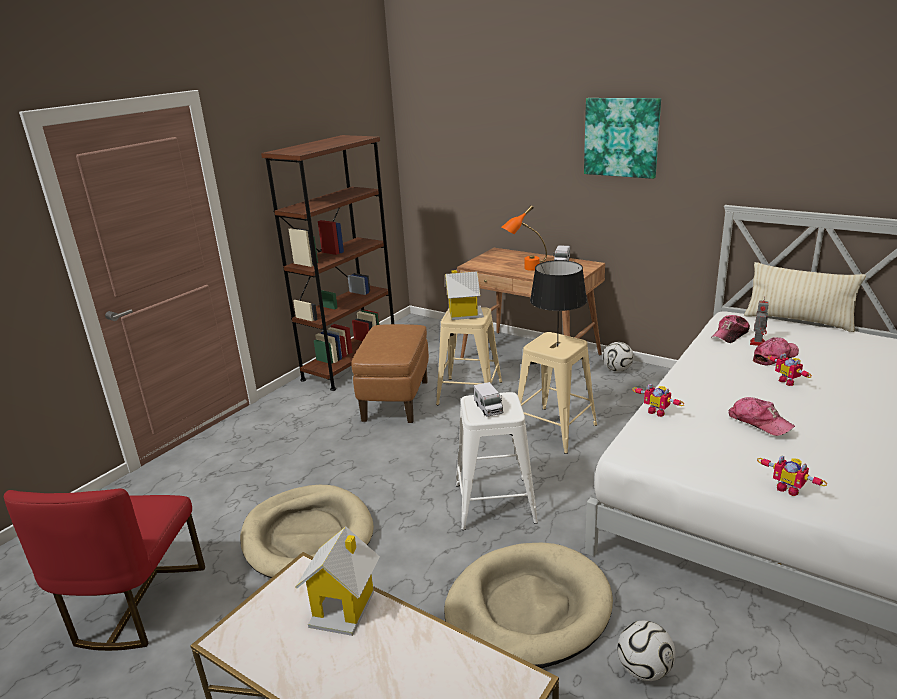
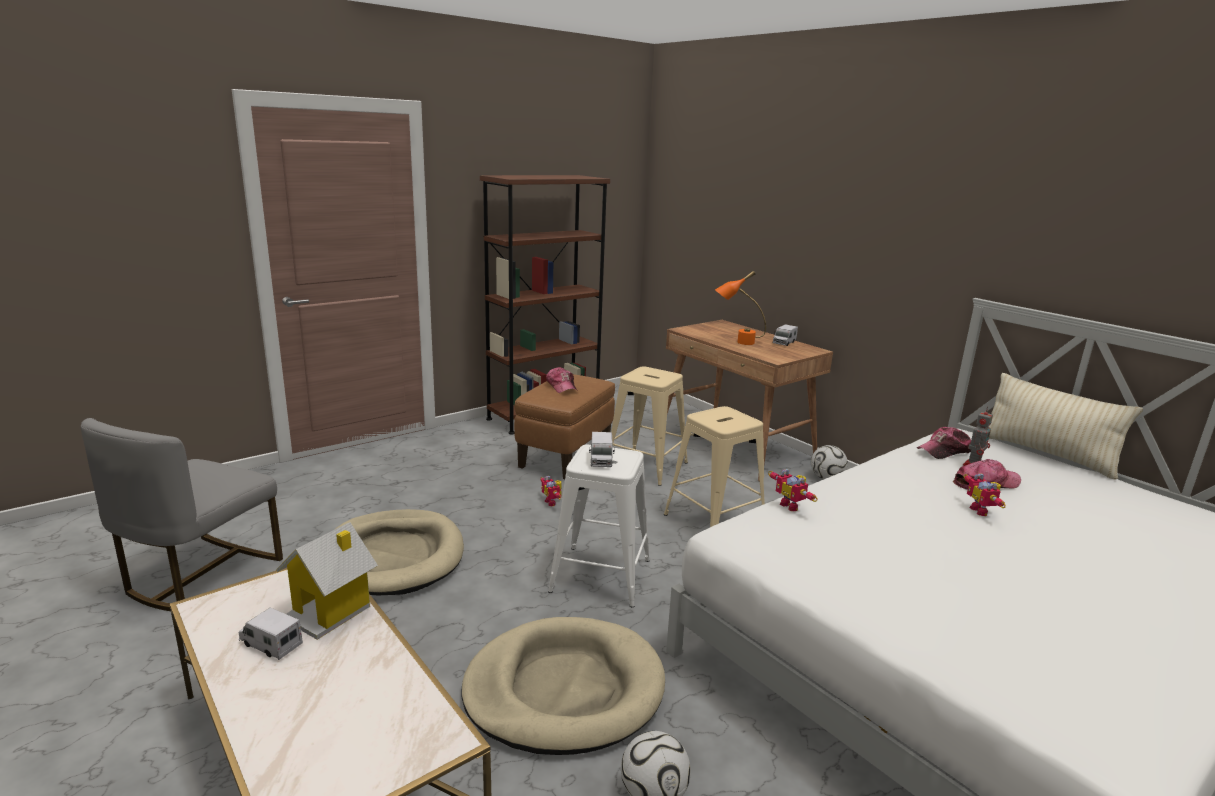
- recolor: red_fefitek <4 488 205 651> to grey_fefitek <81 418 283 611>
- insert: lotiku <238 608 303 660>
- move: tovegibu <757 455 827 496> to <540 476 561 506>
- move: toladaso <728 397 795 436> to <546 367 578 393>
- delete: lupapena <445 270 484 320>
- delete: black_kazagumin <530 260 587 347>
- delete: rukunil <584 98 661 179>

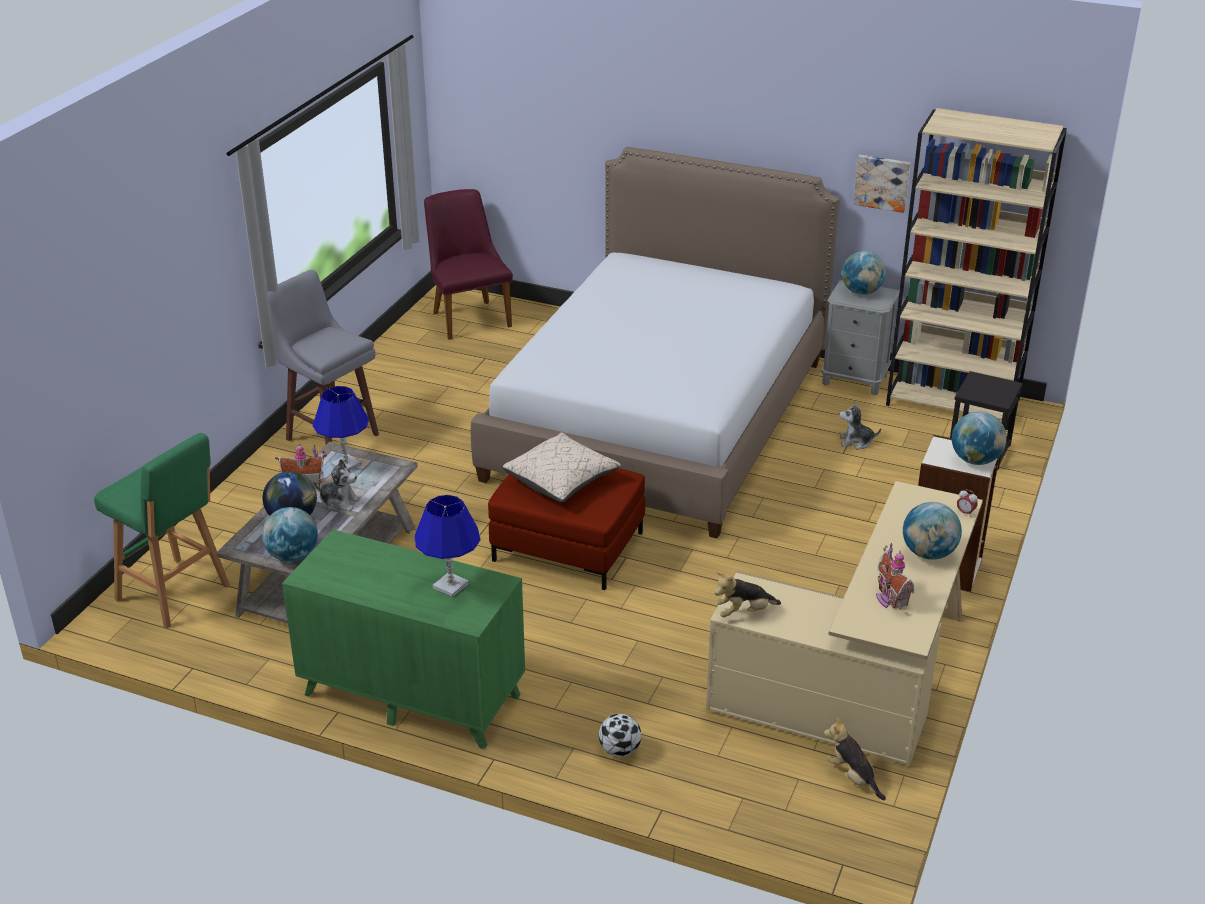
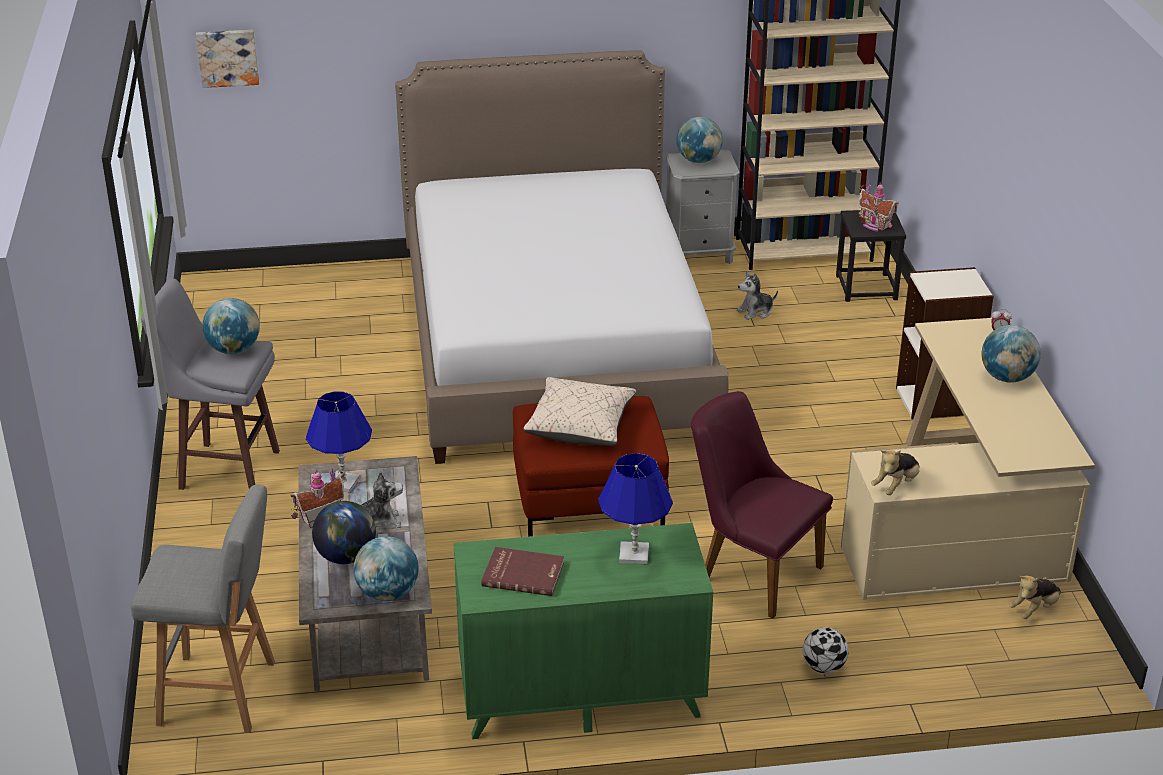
- recolor: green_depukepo <94 433 230 629> to grey_depukepo <131 485 275 732>
- move: rukunil <853 155 911 213> to <196 30 259 88>
- move: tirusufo <952 411 1007 465> to <202 298 260 354>
- insert: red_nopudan <481 547 564 596>
- move: purple_fefitek <424 189 513 340> to <691 391 833 618>
- move: lupapena <876 543 914 609> to <858 180 899 232>
- rotate: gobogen <824 717 886 800> = <1009 576 1061 619> 60 degrees counterclockwise

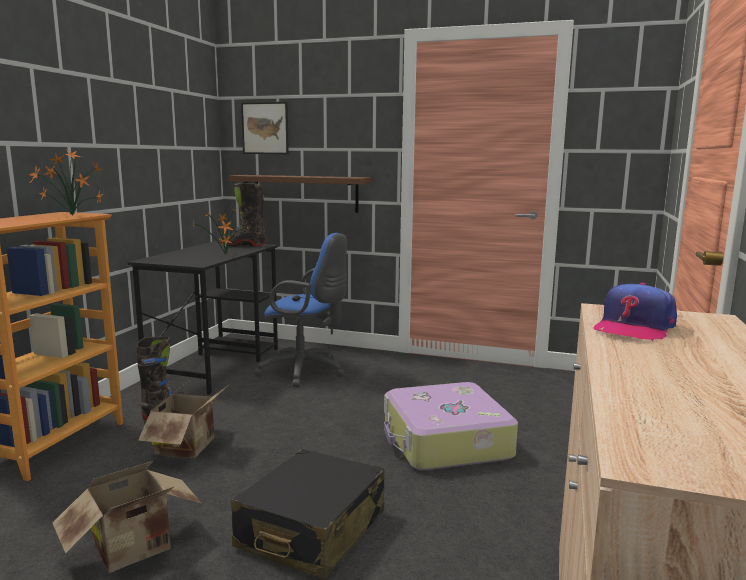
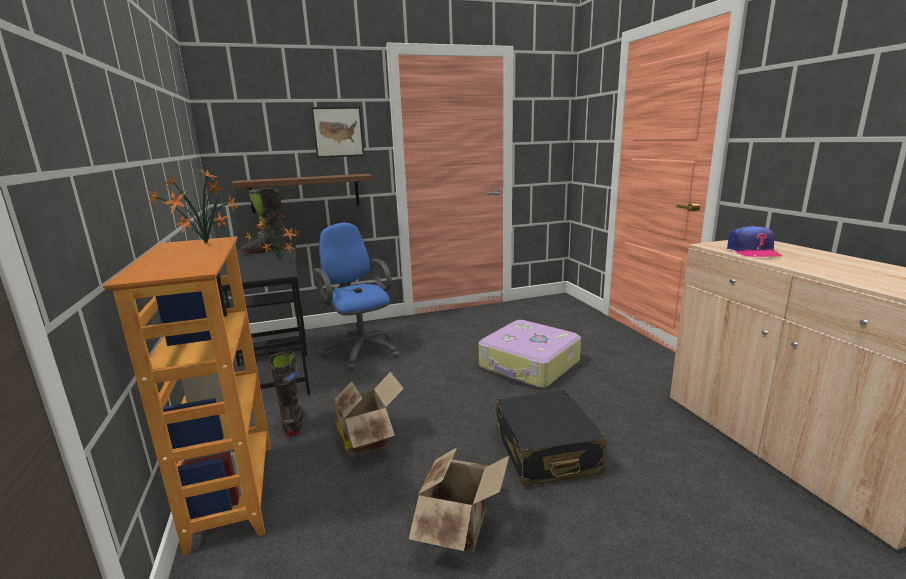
- move: rukunil <241 102 289 154> to <311 107 364 158>
- rotate: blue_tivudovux <254 233 347 387> = <314 222 400 371> 105 degrees counterclockwise

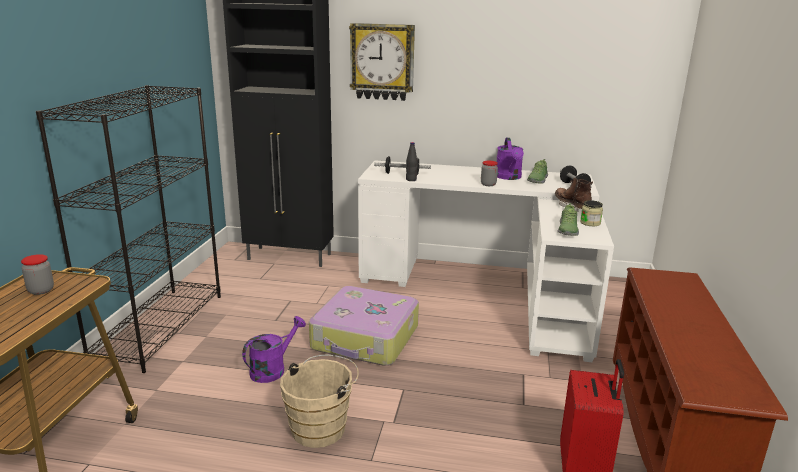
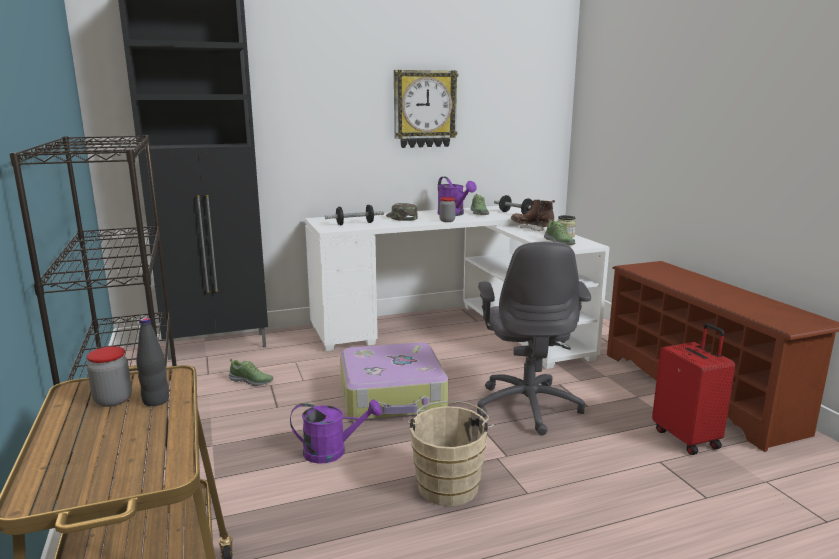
- move: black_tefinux <406 142 417 181> to <136 318 169 406>
- insert: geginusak <229 359 273 386>
- rotate: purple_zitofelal <242 316 306 383> = <290 399 382 464> 75 degrees clockwise
- insert: green_toladaso <386 203 418 221>
- move: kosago <349 23 415 101> to <394 70 458 148>
- insert: grey_tivudovux <477 242 591 436>

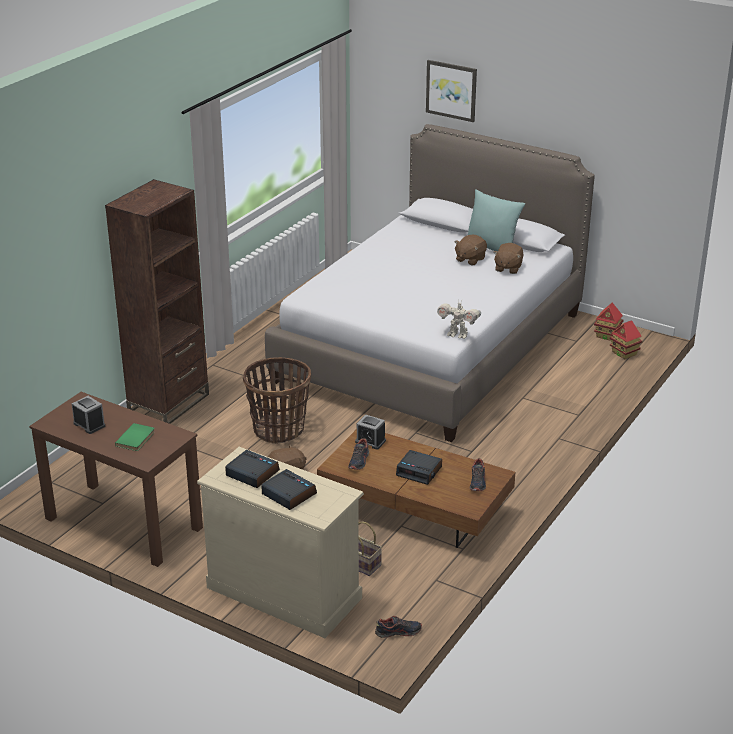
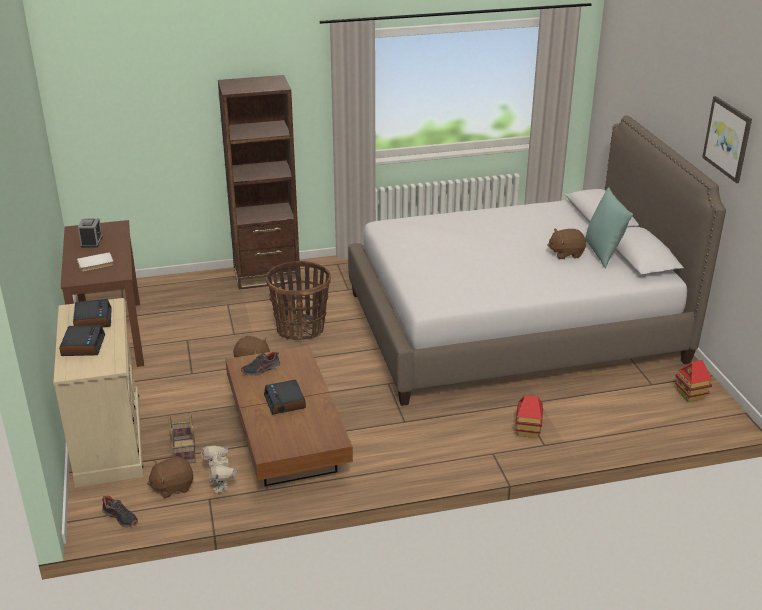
- recolor: green_nopudan <115 423 155 451> to white_nopudan <77 252 114 271>
- move: brown_gobogen <493 243 524 274> to <147 456 193 498>
- move: tovegibu <437 301 481 339> to <201 446 237 493>
- move: lupapena <609 320 642 359> to <515 395 543 438>
- move: rukunil <426 60 477 122> to <702 96 752 183>
- delete: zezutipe <355 415 386 450>
- delete: geginusak <470 458 486 491>

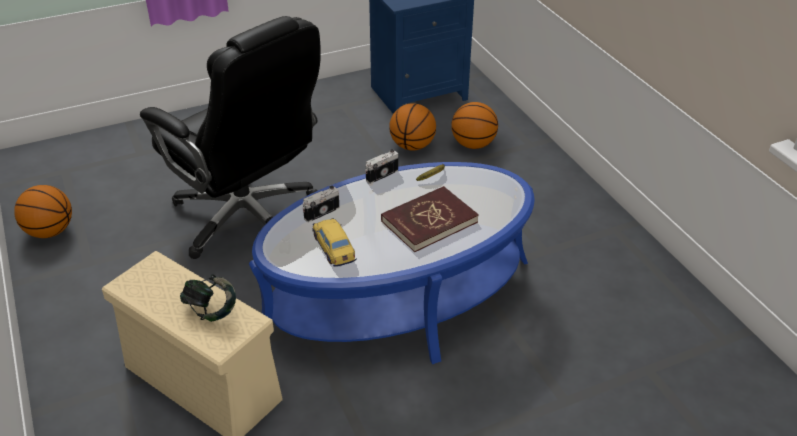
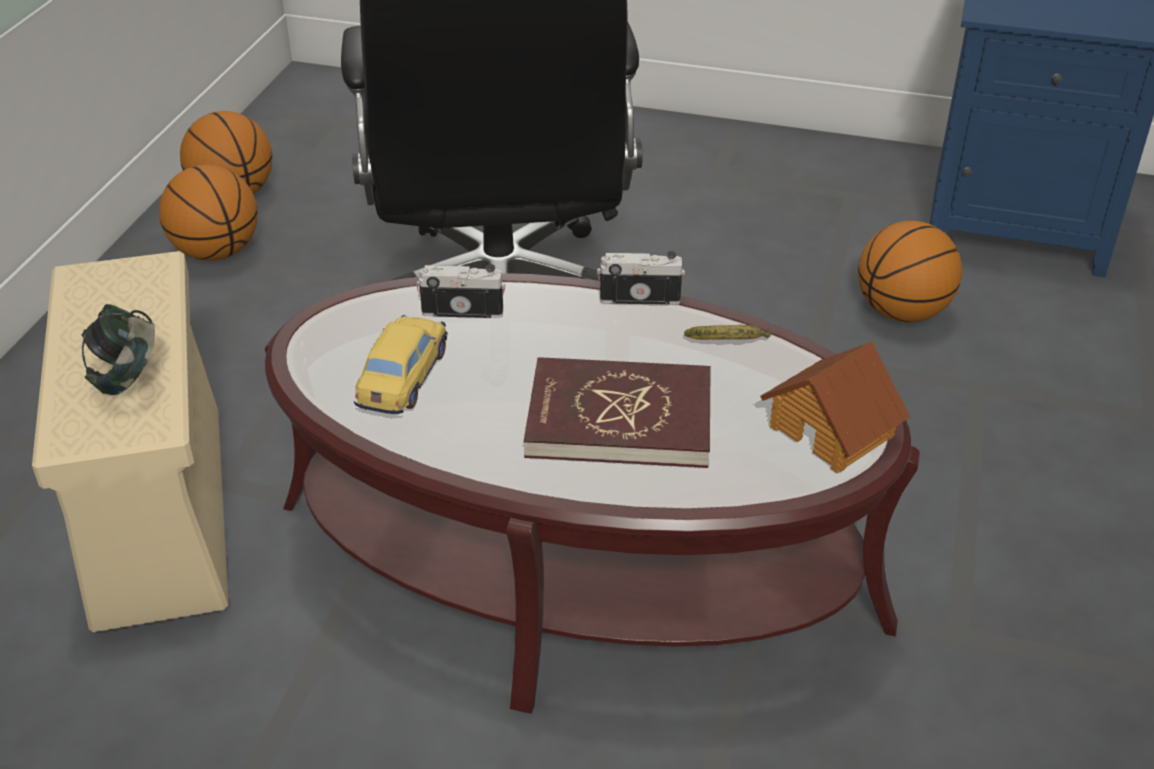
- move: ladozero <451 102 498 149> to <159 165 258 261>
- recolor: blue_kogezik <249 162 535 364> to brown_kogezik <265 273 920 714>
- insert: lupapena <760 341 910 473>

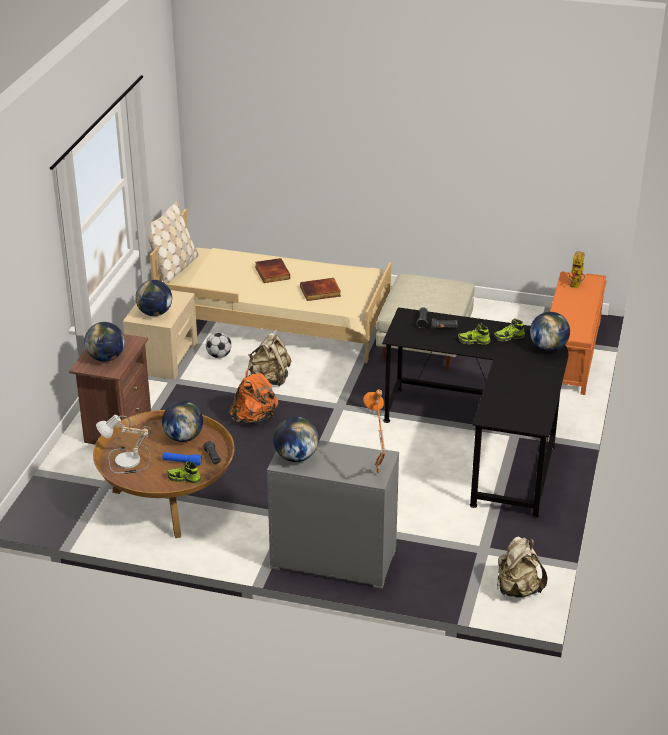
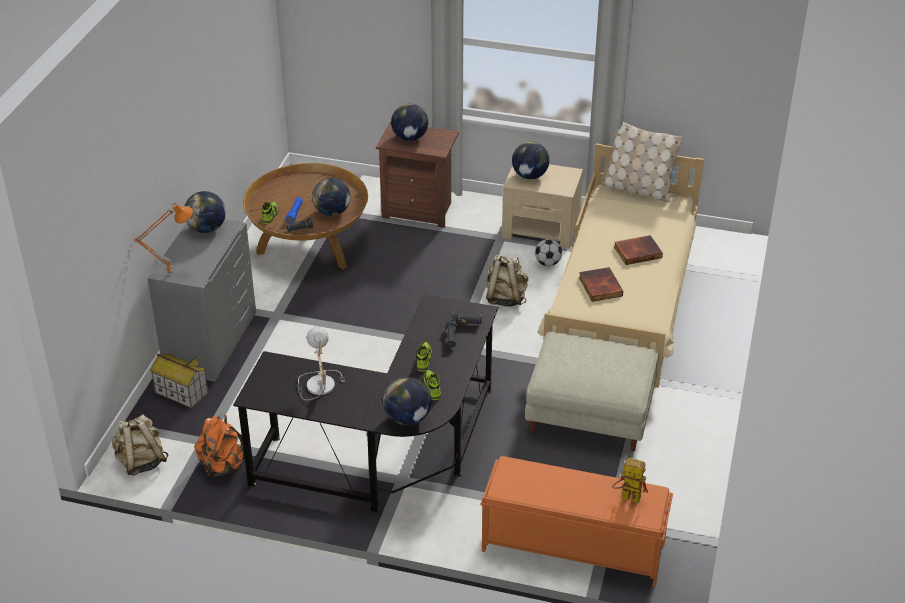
- insert: lupapena <150 354 208 408>
- move: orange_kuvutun <230 369 279 425> to <194 414 245 478>
- move: kazagumin <96 415 151 474> to <297 327 345 400>

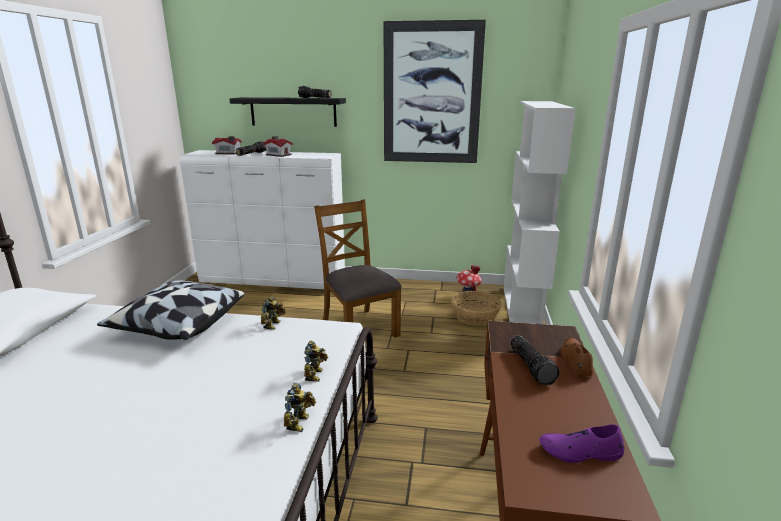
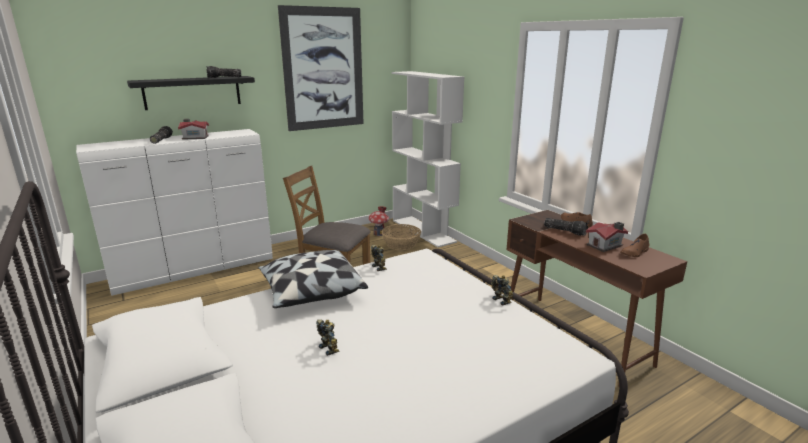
- move: tovegibu <304 341 328 382> to <316 319 340 356>
- move: lupapena <212 136 242 155> to <586 222 628 252>
- recolor: purple_geginusak <539 424 625 463> to brown_geginusak <620 234 649 257>

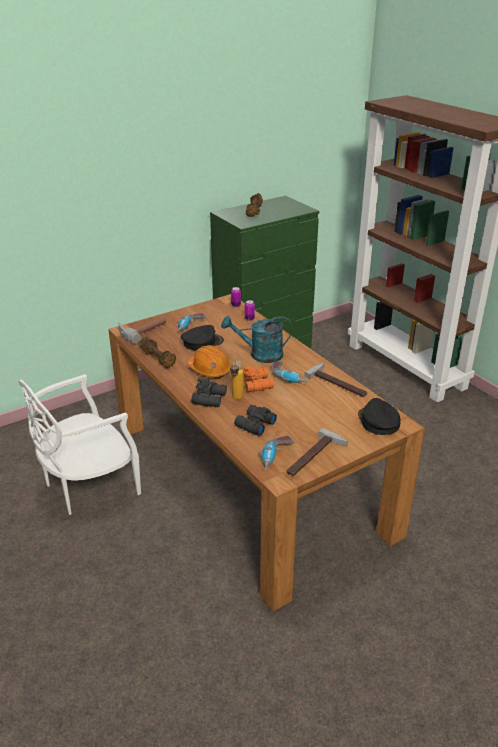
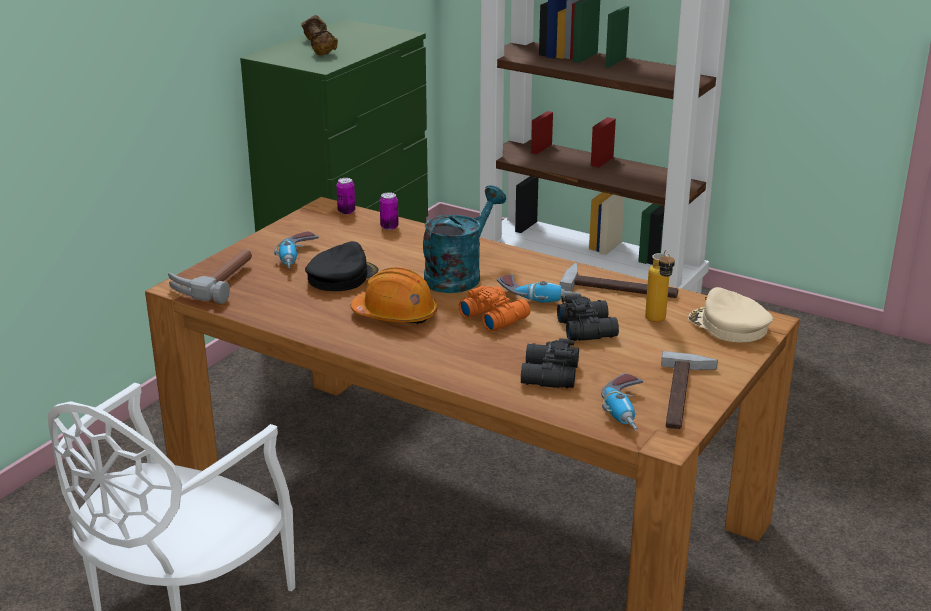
- rotate: turquoise_zitofelal <221 316 292 363> = <423 185 506 293> 150 degrees clockwise
- move: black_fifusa <191 378 227 407> to <557 295 619 341>
- move: tefinux <230 361 244 399> to <645 250 675 322>
- recolor: black_toladaso <358 398 401 435> to beige_toladaso <688 287 773 342>
- delete: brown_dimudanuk <138 336 176 368>

